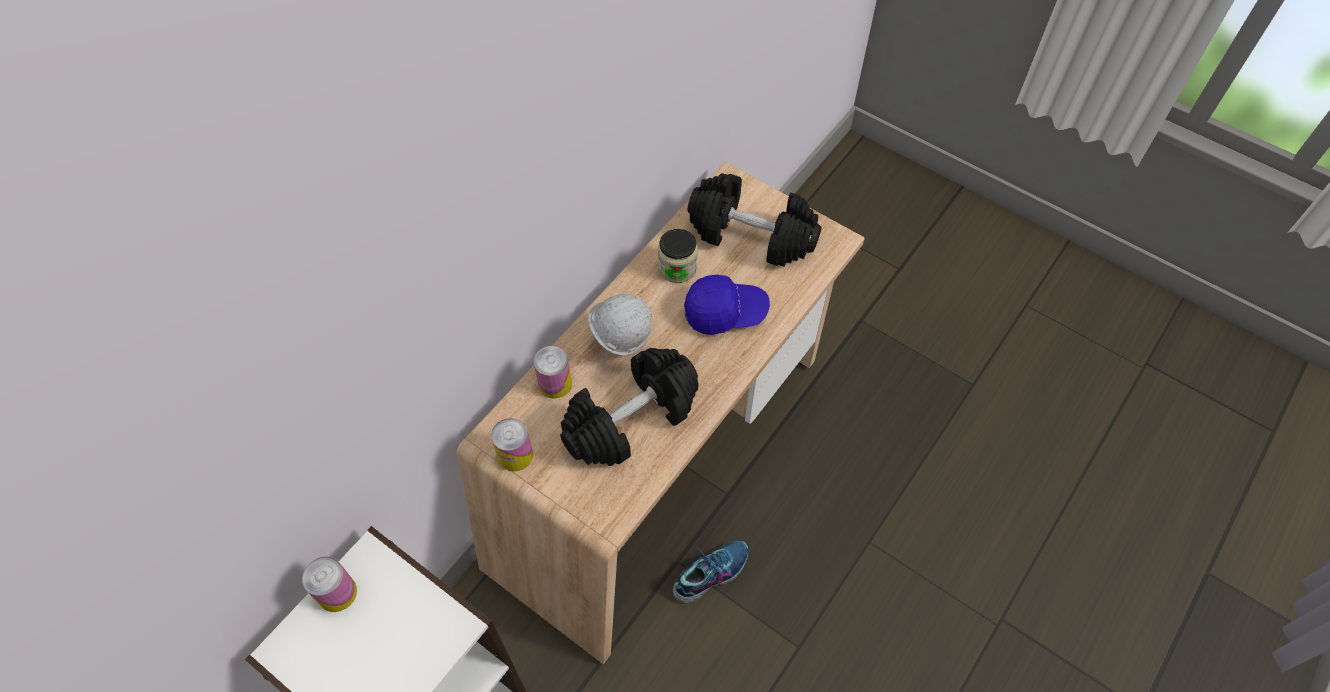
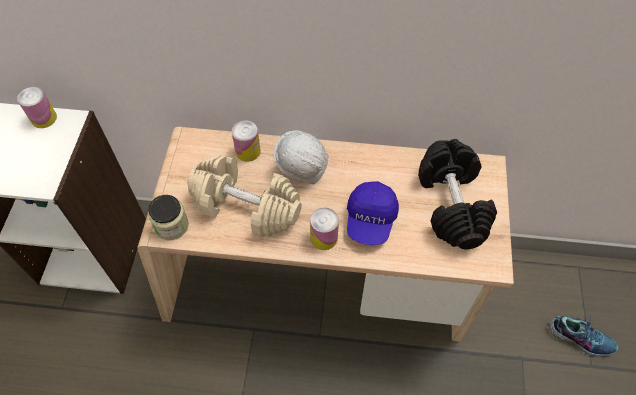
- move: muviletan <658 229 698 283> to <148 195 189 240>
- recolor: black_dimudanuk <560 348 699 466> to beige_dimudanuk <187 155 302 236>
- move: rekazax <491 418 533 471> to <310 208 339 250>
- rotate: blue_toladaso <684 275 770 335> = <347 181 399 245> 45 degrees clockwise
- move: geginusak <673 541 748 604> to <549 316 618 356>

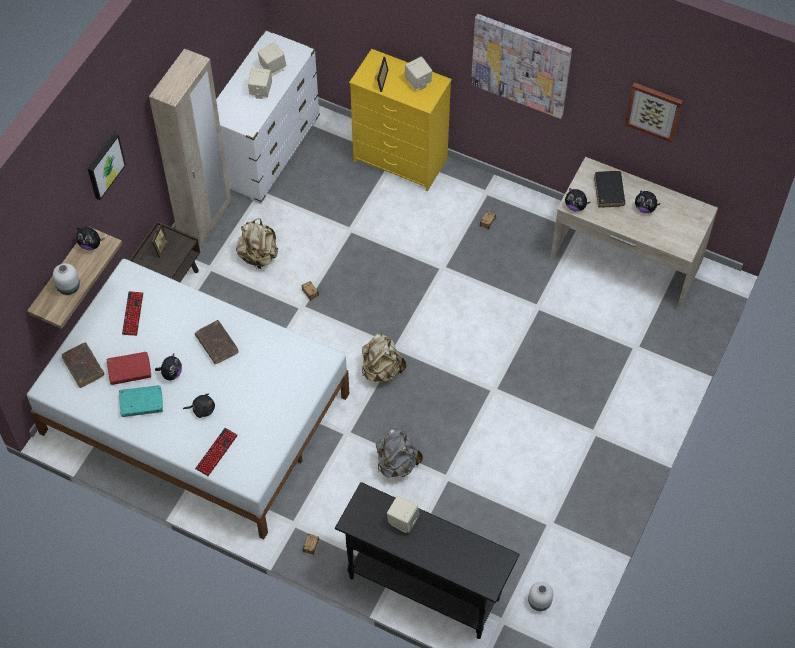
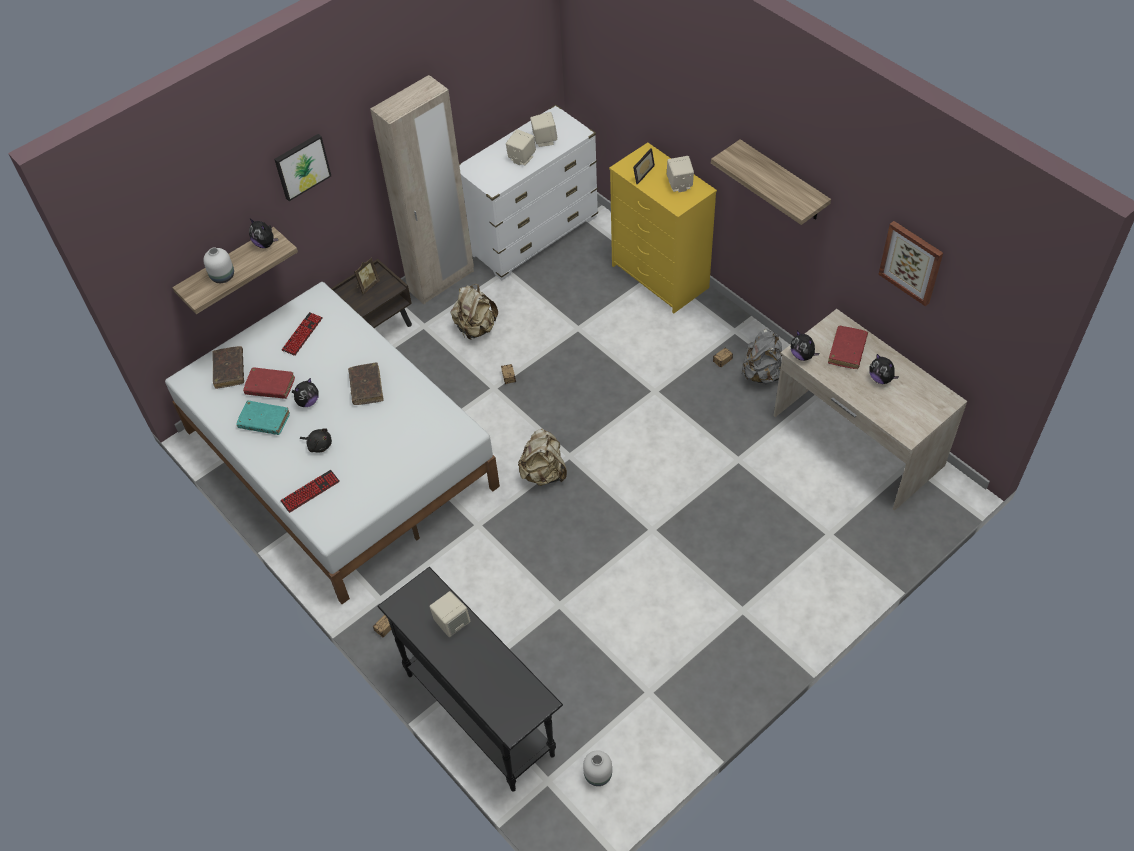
- replace: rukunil <471 14 572 119> to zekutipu <711 139 831 225>
- move: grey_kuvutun <376 428 423 478> to <742 329 783 385>
- recolor: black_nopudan <594 171 625 208> to red_nopudan <828 326 868 369>

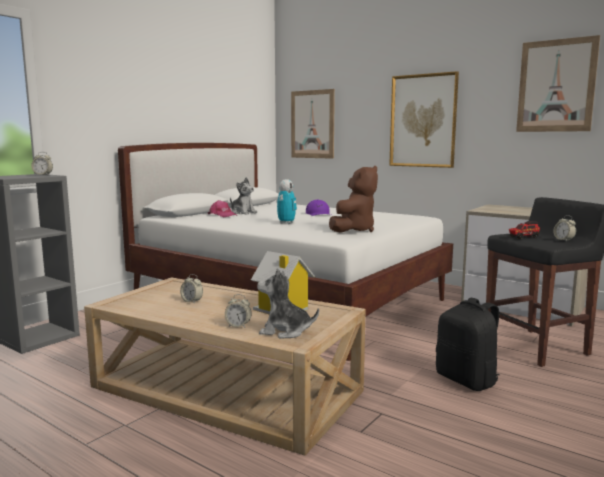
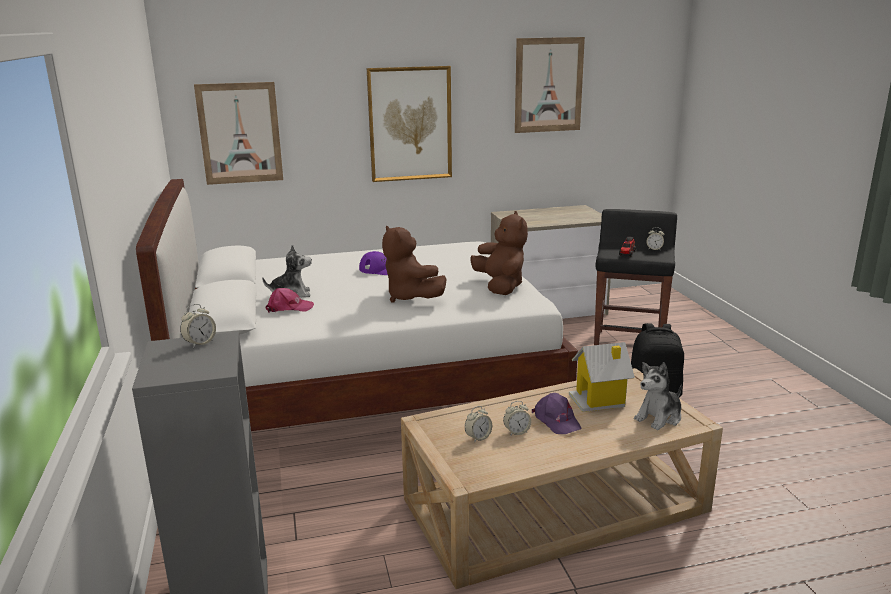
- replace: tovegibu <277 179 297 224> to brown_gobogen <382 225 447 303>
- move: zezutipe <225 294 252 328> to <465 406 492 443>
- insert: purple_toladaso <532 393 581 434>

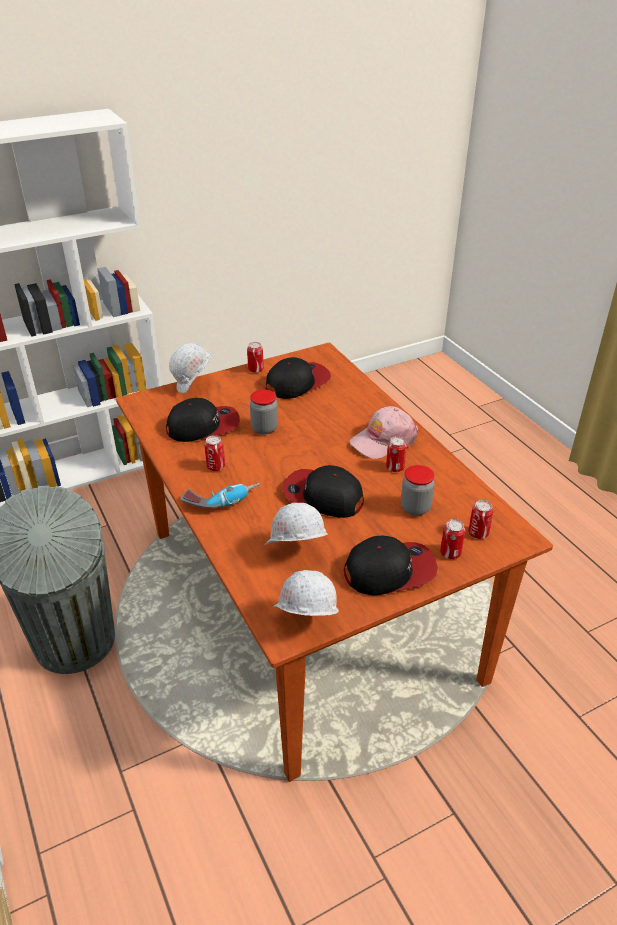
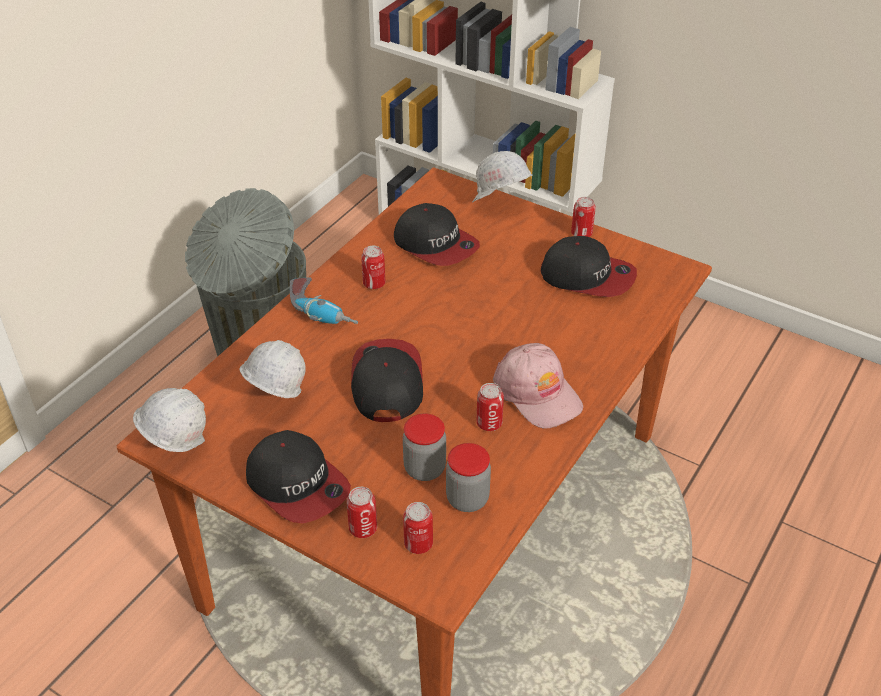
- move: muviletan <250 390 278 434> to <446 443 491 512>
- rotate: pink_toladaso <349 406 418 459> = <493 343 583 429> 150 degrees counterclockwise

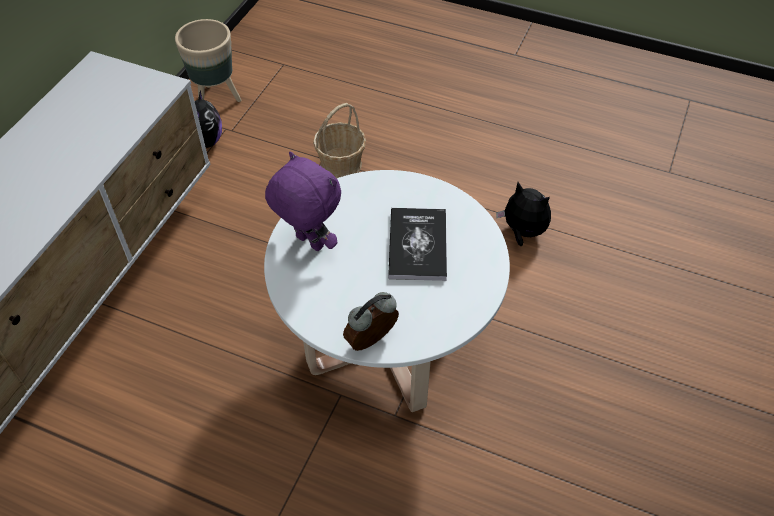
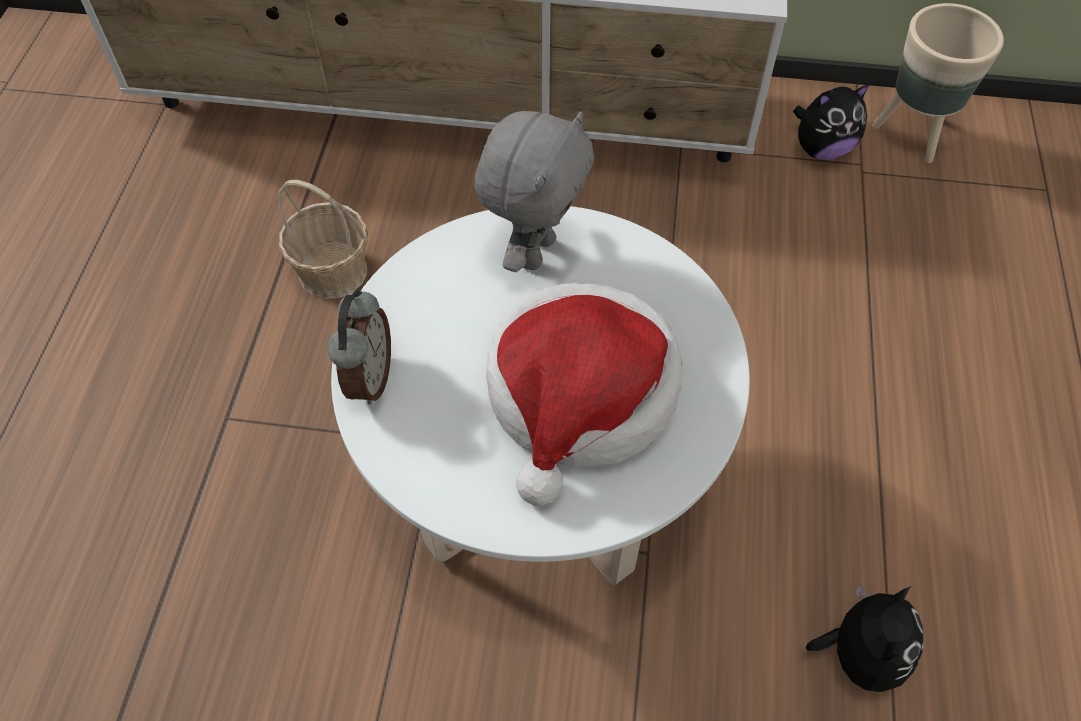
- move: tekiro <313 103 366 178> to <279 180 368 299>
- rotate: zezutipe <343 292 399 351> = <327 289 391 404> 60 degrees clockwise
- recolor: purple_gobogen <265 152 341 251> to grey_gobogen <474 111 594 272>
- replace: nopudan <388 208 447 281> to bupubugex <486 283 683 506>

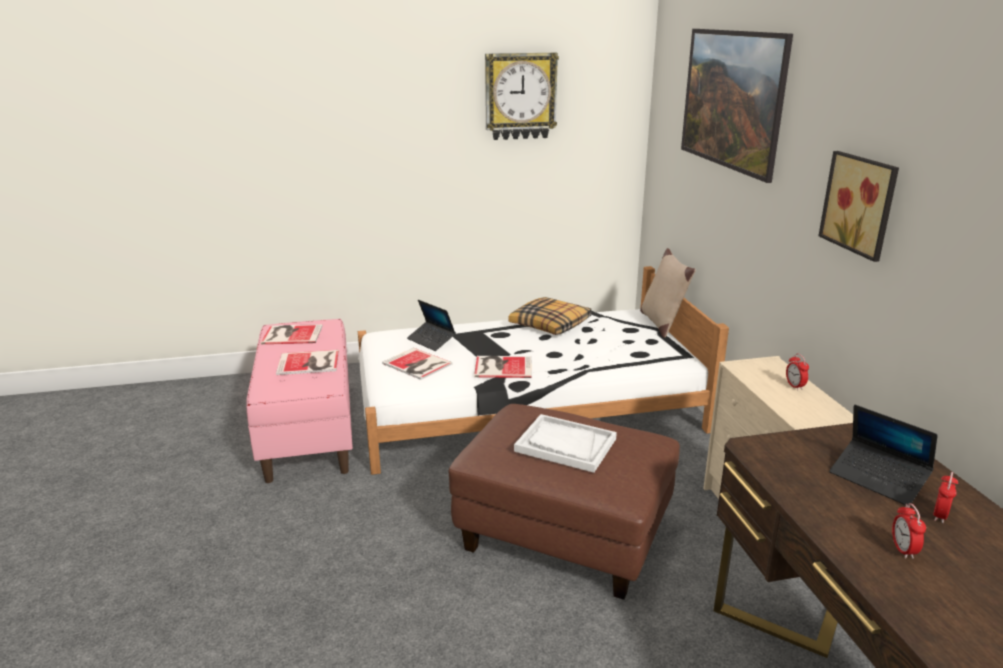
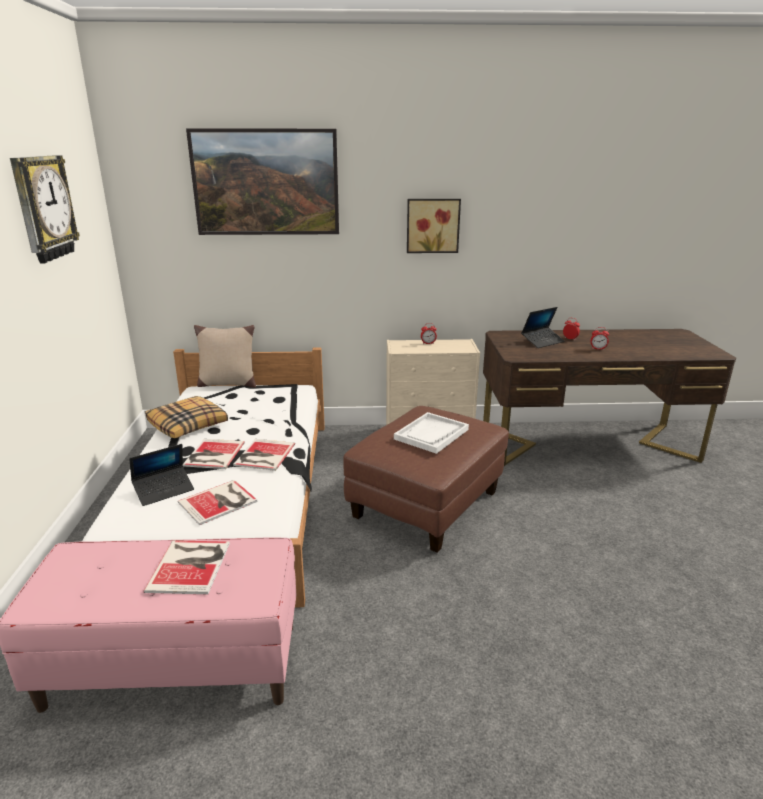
- move: nopudan <261 324 323 344> to <183 439 245 469>

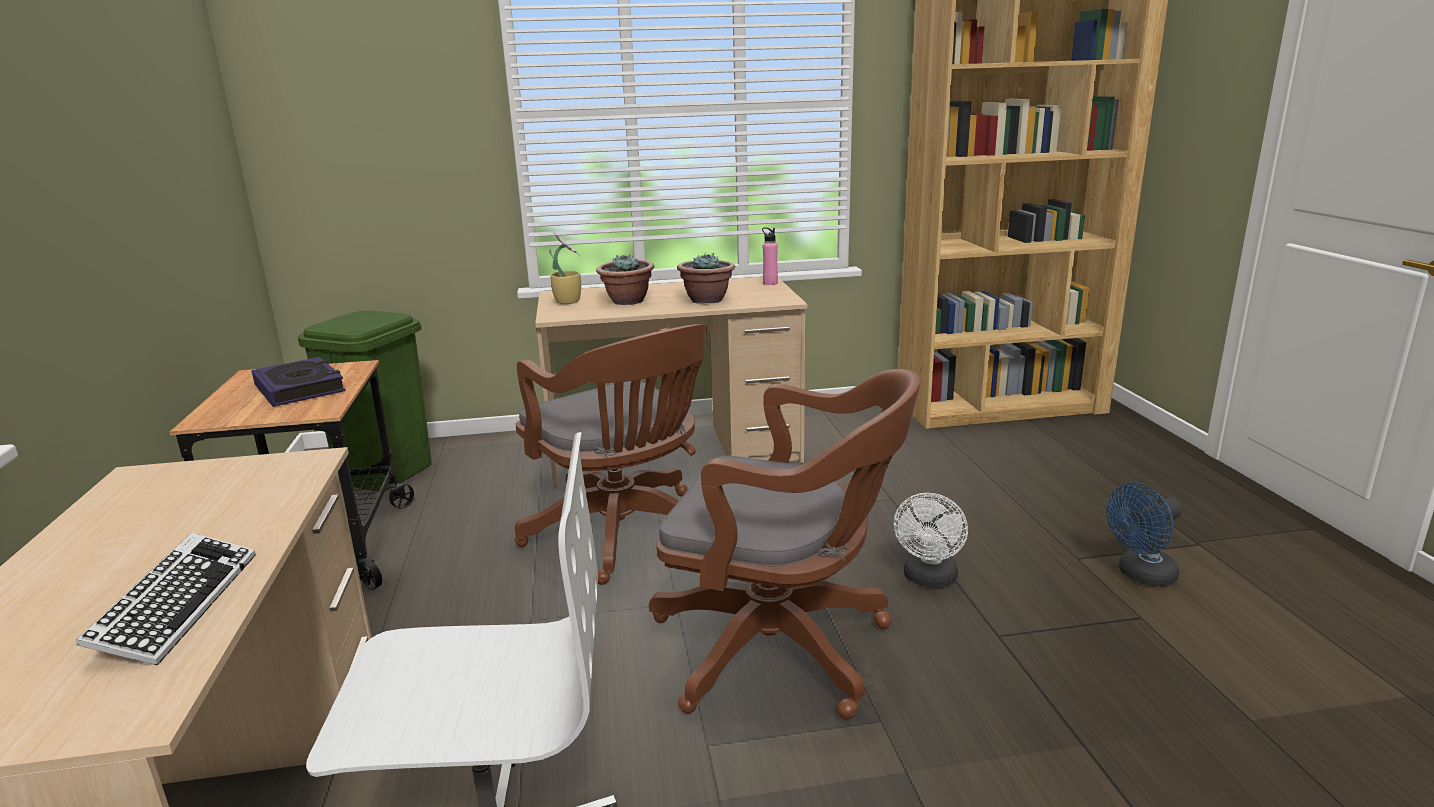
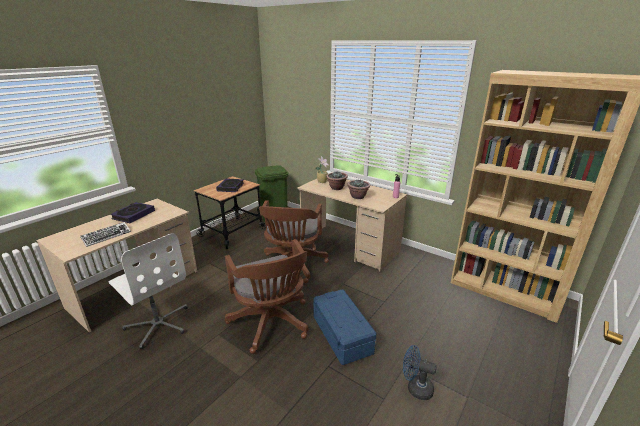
- insert: nopudan <110 202 155 223>
- replace: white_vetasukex <894 493 968 588> to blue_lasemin <313 289 377 365>

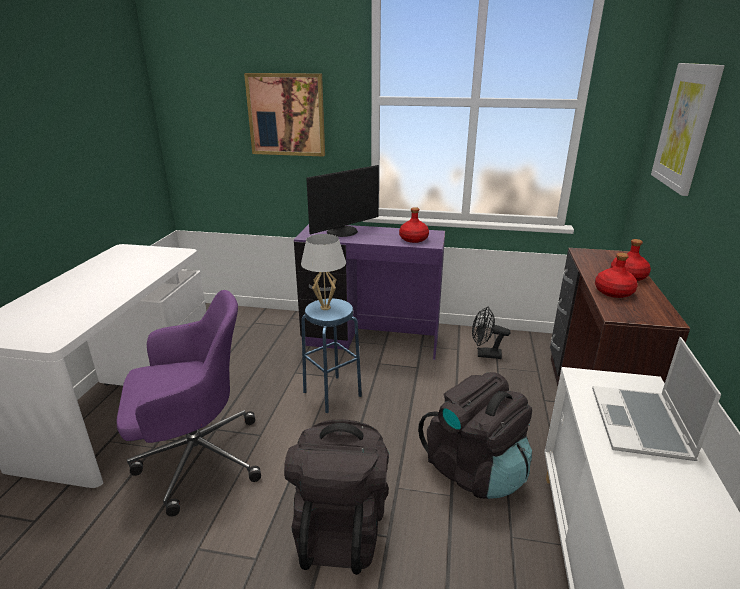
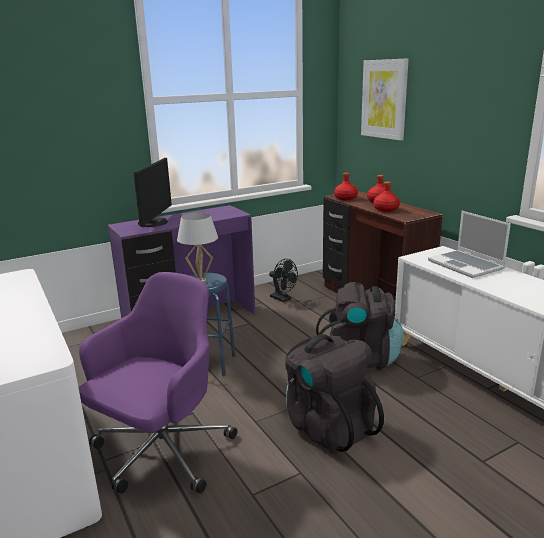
- rotate: black_vetasukex <472 307 511 359> = <269 259 298 302> 105 degrees counterclockwise
- move: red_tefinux <399 207 429 243> to <334 172 358 200>
- delete: rukunil <244 73 325 157>

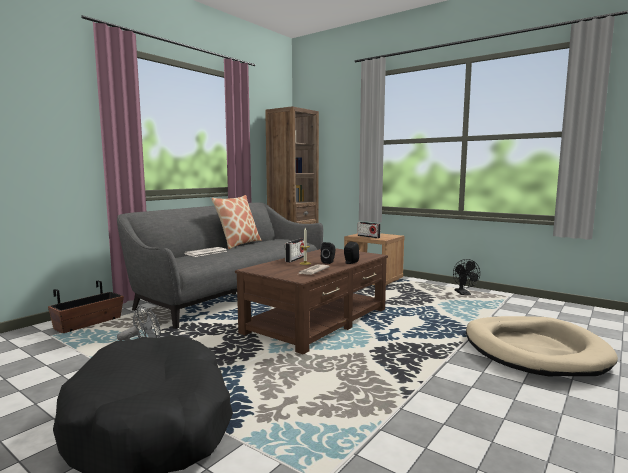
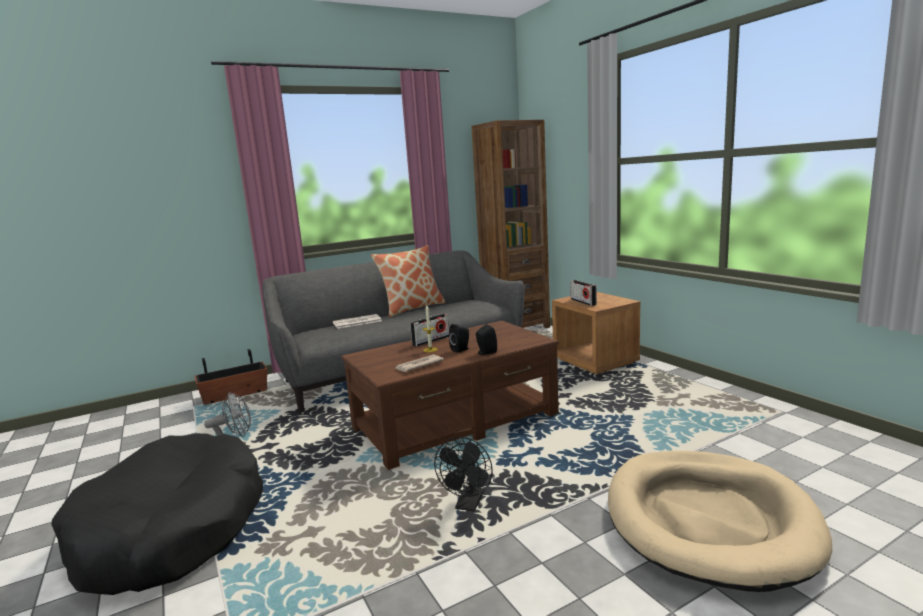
- move: black_vetasukex <453 259 480 295> to <434 437 493 511>

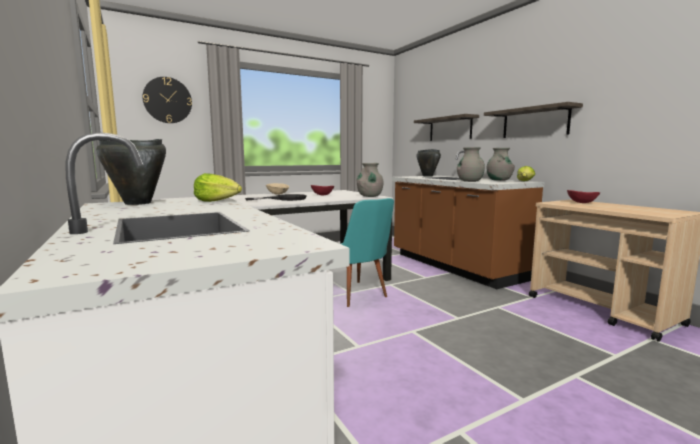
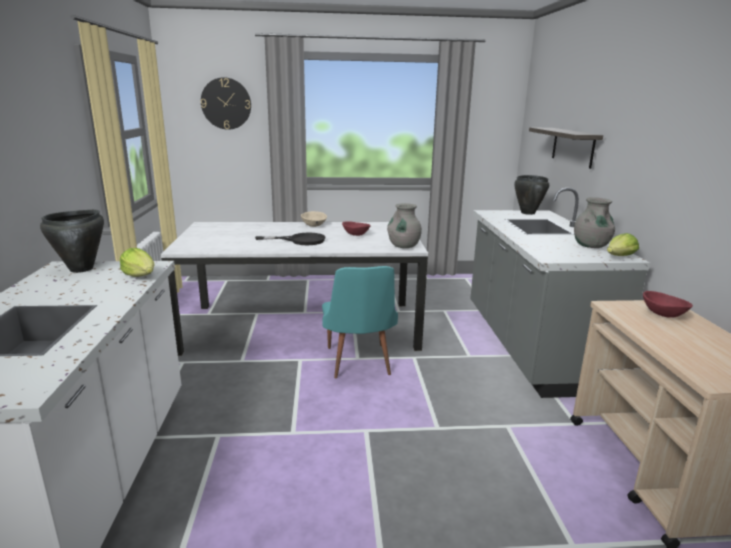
- recolor: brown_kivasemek <392 151 545 289> to grey_kivasemek <470 188 650 398>
- delete: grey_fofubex <457 147 485 182>
- delete: zekutipu <484 102 583 138>

